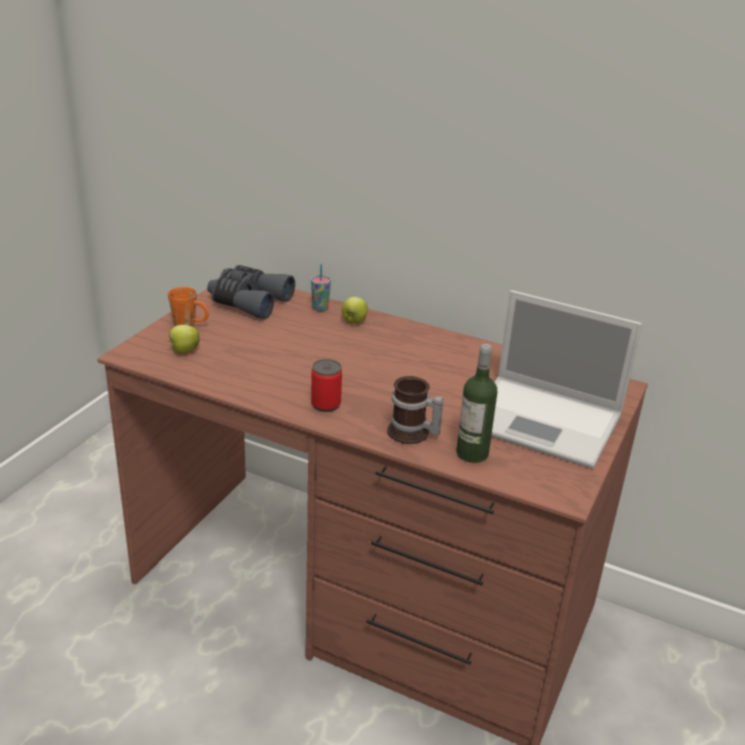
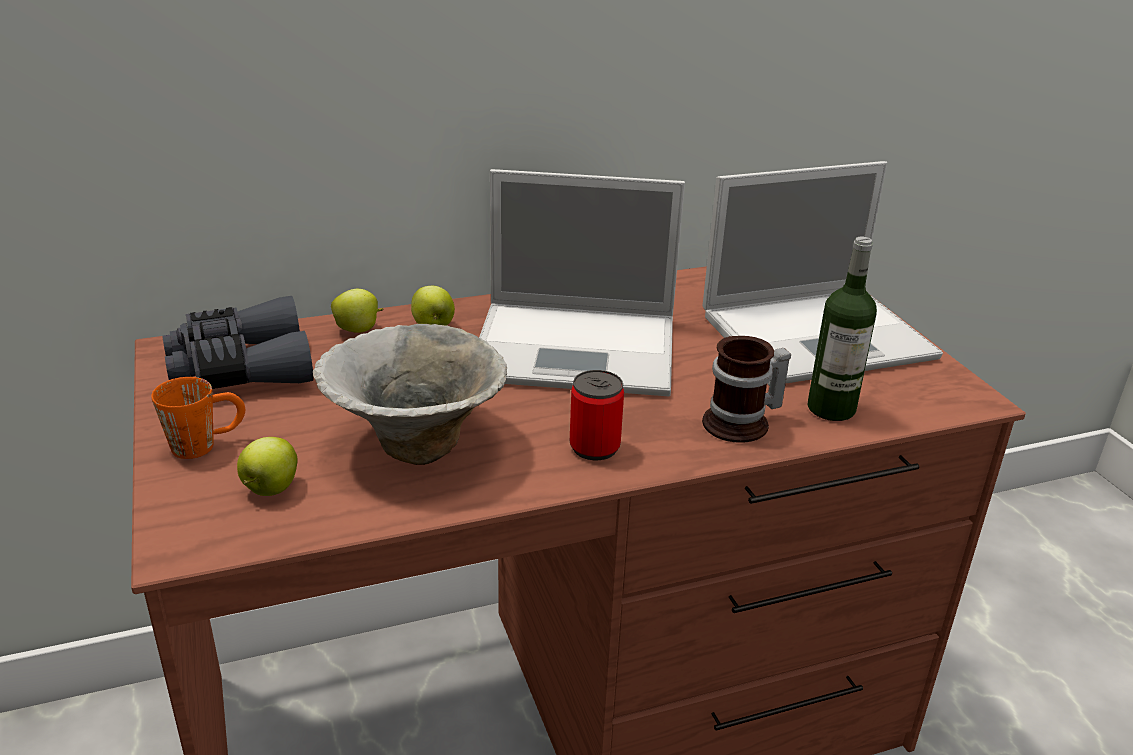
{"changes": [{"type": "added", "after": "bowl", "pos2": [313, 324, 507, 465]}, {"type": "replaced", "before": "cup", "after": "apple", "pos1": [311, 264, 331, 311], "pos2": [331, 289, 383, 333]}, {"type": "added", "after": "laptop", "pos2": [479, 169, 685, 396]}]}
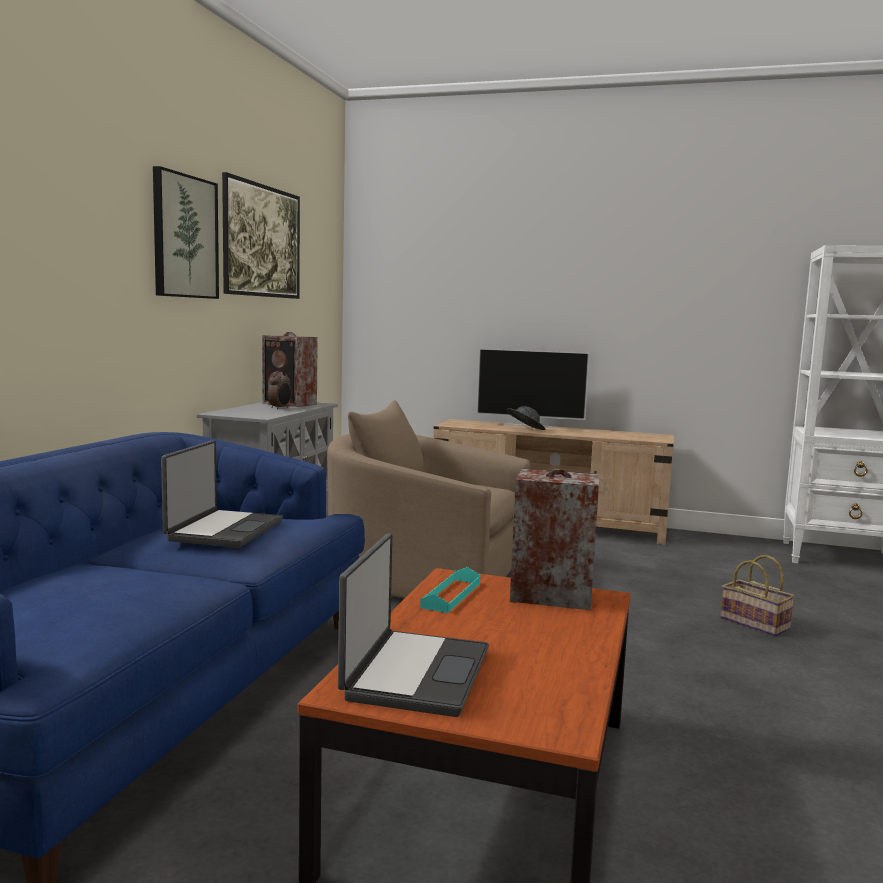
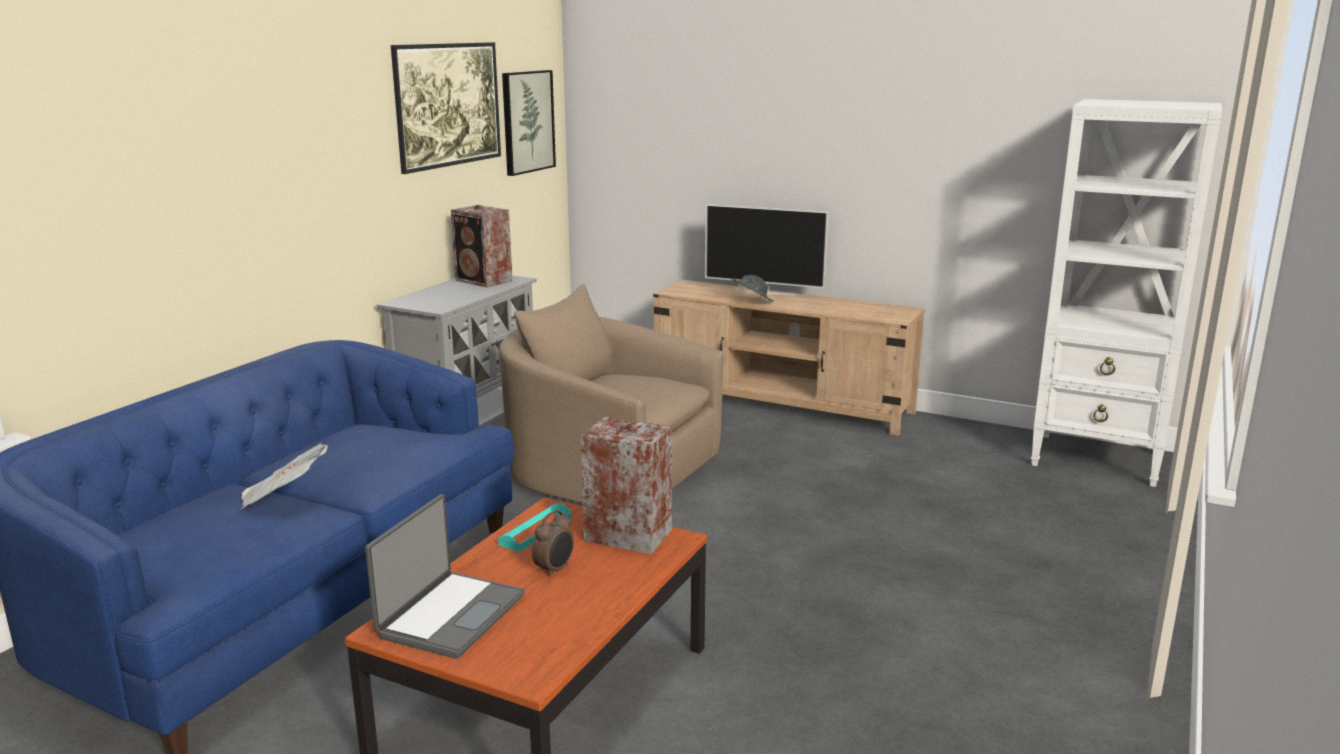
{"changes": [{"type": "added", "after": "newspaper", "pos2": [241, 443, 328, 509]}, {"type": "moved", "before": "picture", "pos1": [153, 166, 219, 299], "pos2": [502, 70, 556, 176]}, {"type": "moved", "before": "alarm clock", "pos1": [267, 371, 291, 409], "pos2": [532, 510, 574, 577]}, {"type": "removed", "before": "laptop", "pos1": [161, 440, 282, 548]}, {"type": "removed", "before": "basket", "pos1": [721, 555, 795, 636]}]}
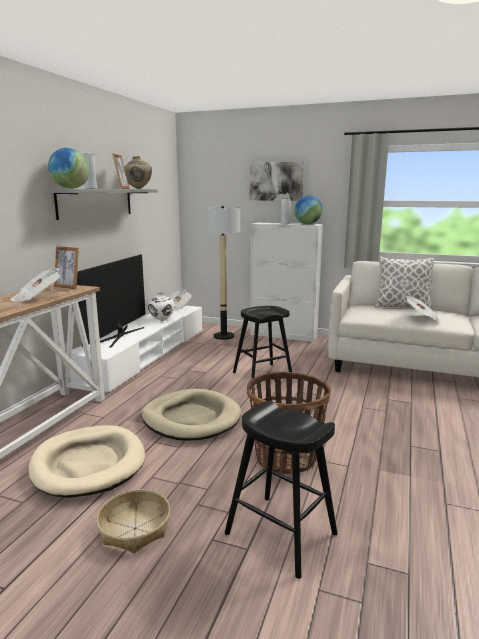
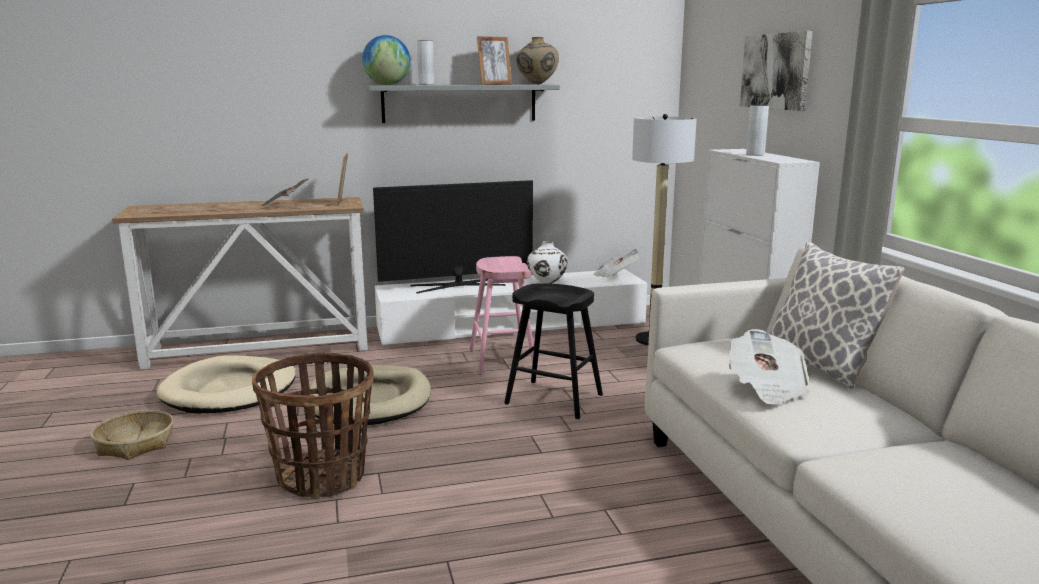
{"changes": [{"type": "added", "after": "pink stool", "pos2": [469, 256, 538, 375]}, {"type": "removed", "before": "black stool", "pos1": [225, 401, 337, 579]}, {"type": "removed", "before": "globe", "pos1": [294, 195, 323, 224]}]}
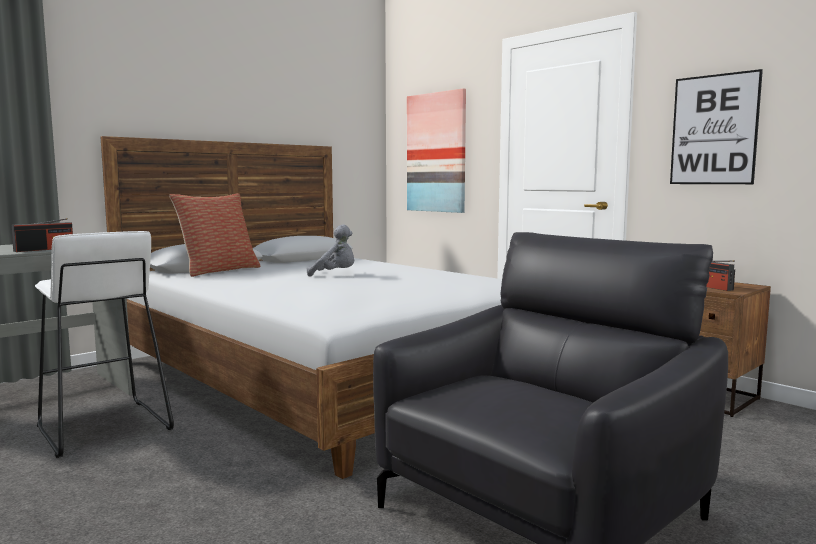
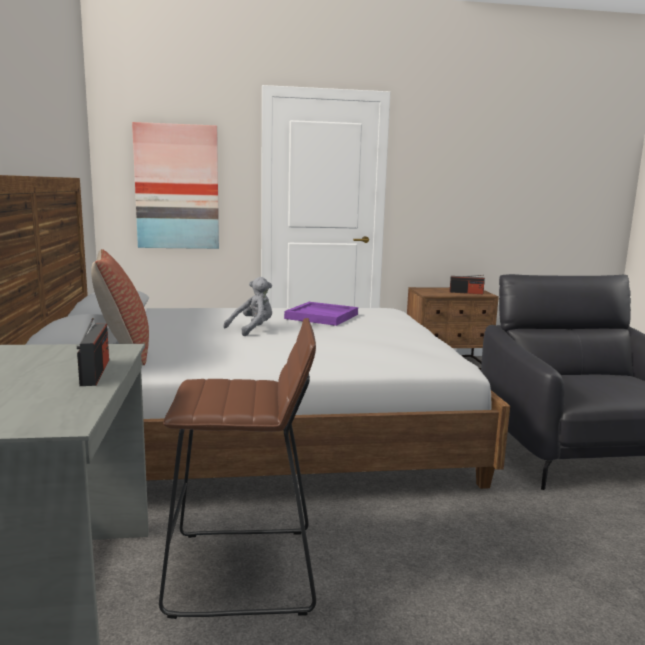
{"changes": [{"type": "recoloured", "before": "white stool", "after": "brown stool", "pos1": [35, 231, 174, 458], "pos2": [159, 318, 316, 619]}, {"type": "added", "after": "purple tray", "pos2": [284, 302, 358, 326]}, {"type": "removed", "before": "picture", "pos1": [670, 69, 763, 184]}]}
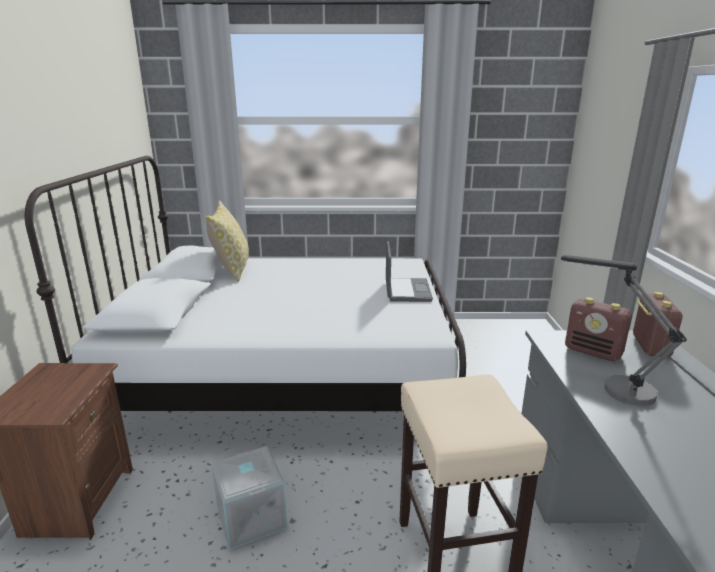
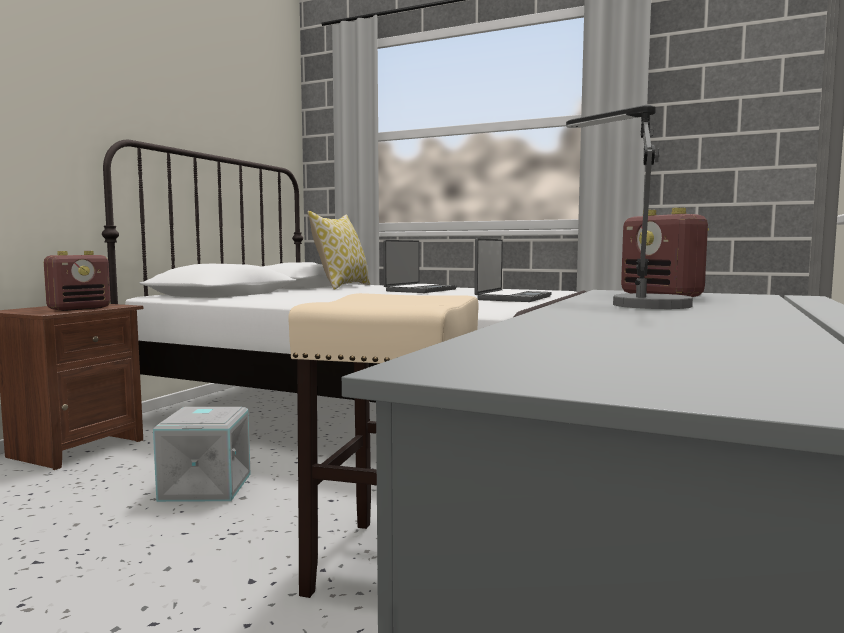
{"changes": [{"type": "moved", "before": "radio", "pos1": [633, 292, 682, 358], "pos2": [44, 251, 111, 311]}, {"type": "added", "after": "laptop", "pos2": [383, 240, 457, 293]}]}
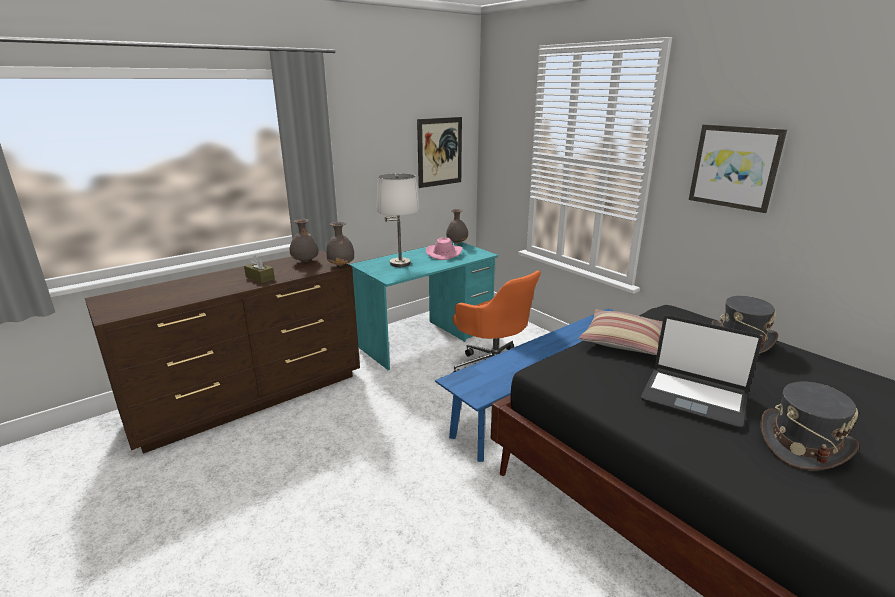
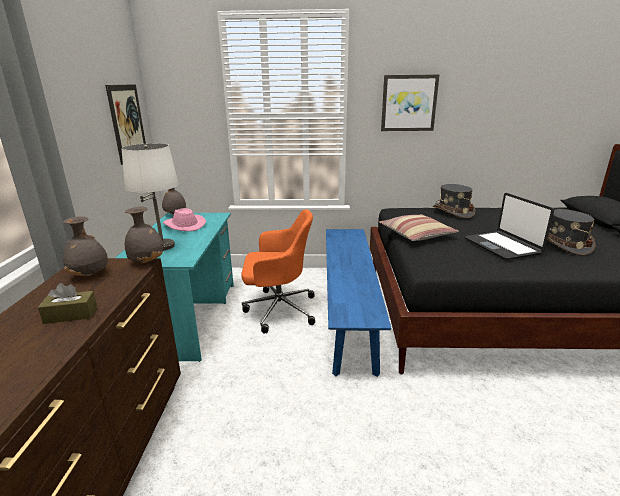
{"changes": [{"type": "turned", "before": "laptop", "pos1": [641, 315, 763, 429], "pos2": [465, 193, 554, 260], "turn": 90}]}
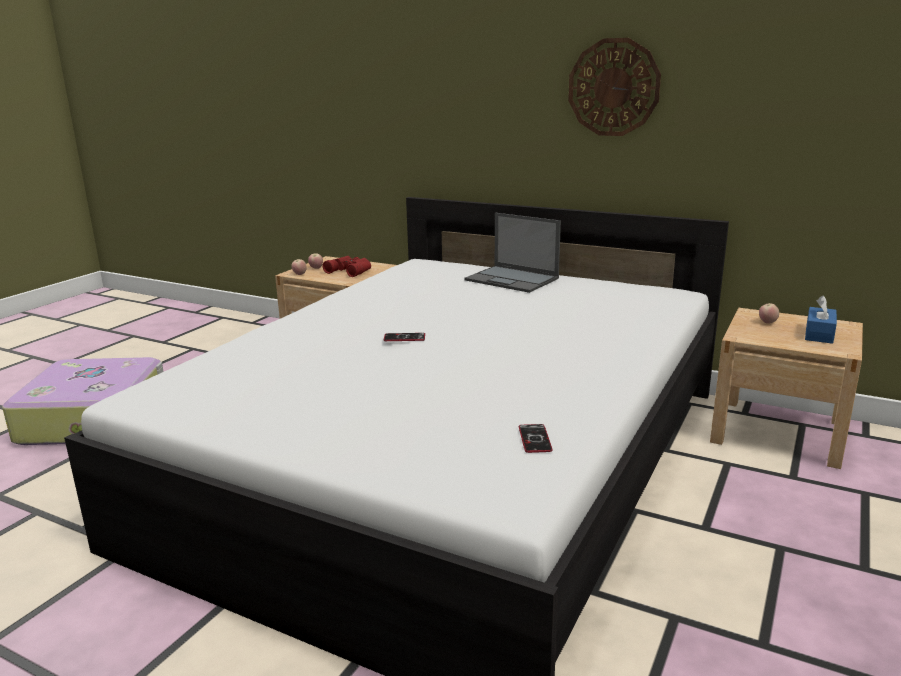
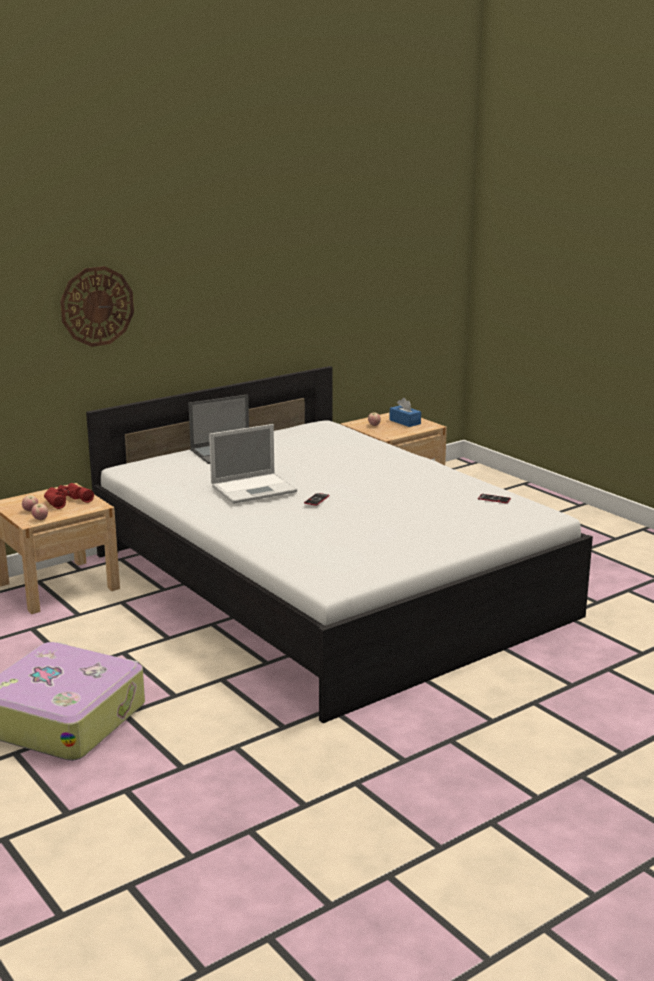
{"changes": [{"type": "moved", "before": "wall clock", "pos1": [568, 38, 661, 136], "pos2": [60, 266, 134, 347]}, {"type": "added", "after": "laptop", "pos2": [209, 424, 297, 504]}]}
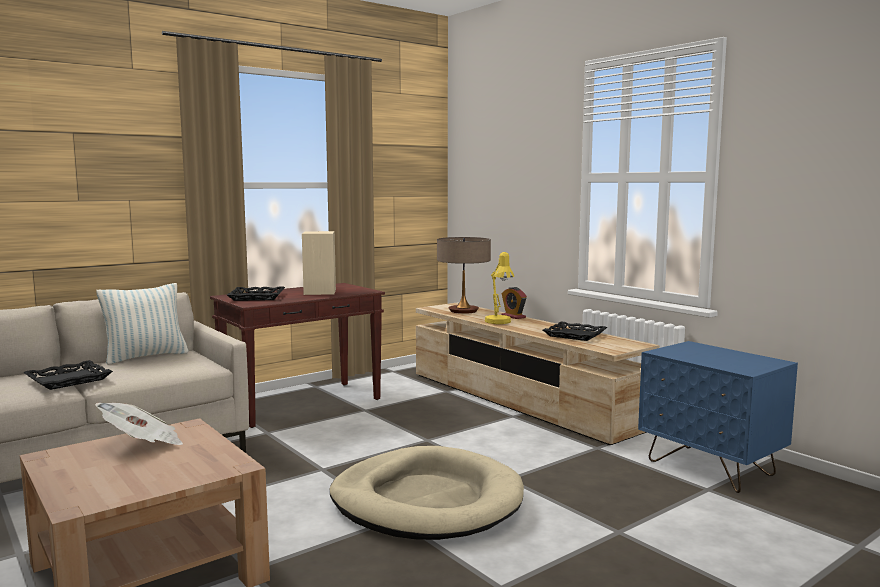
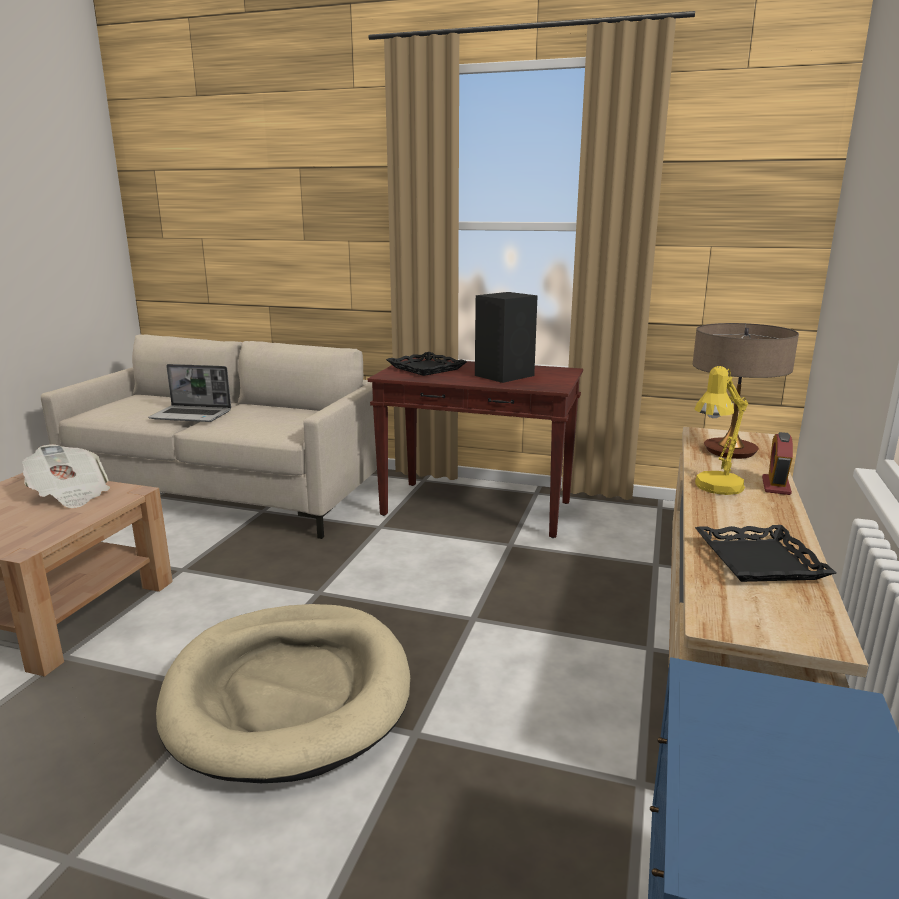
{"changes": [{"type": "replaced", "before": "black tray", "after": "laptop", "pos1": [24, 360, 113, 390], "pos2": [148, 364, 231, 422]}, {"type": "recoloured", "before": "beige speaker", "after": "black speaker", "pos1": [302, 231, 336, 295], "pos2": [475, 292, 538, 383]}, {"type": "removed", "before": "pillow", "pos1": [97, 283, 189, 365]}]}
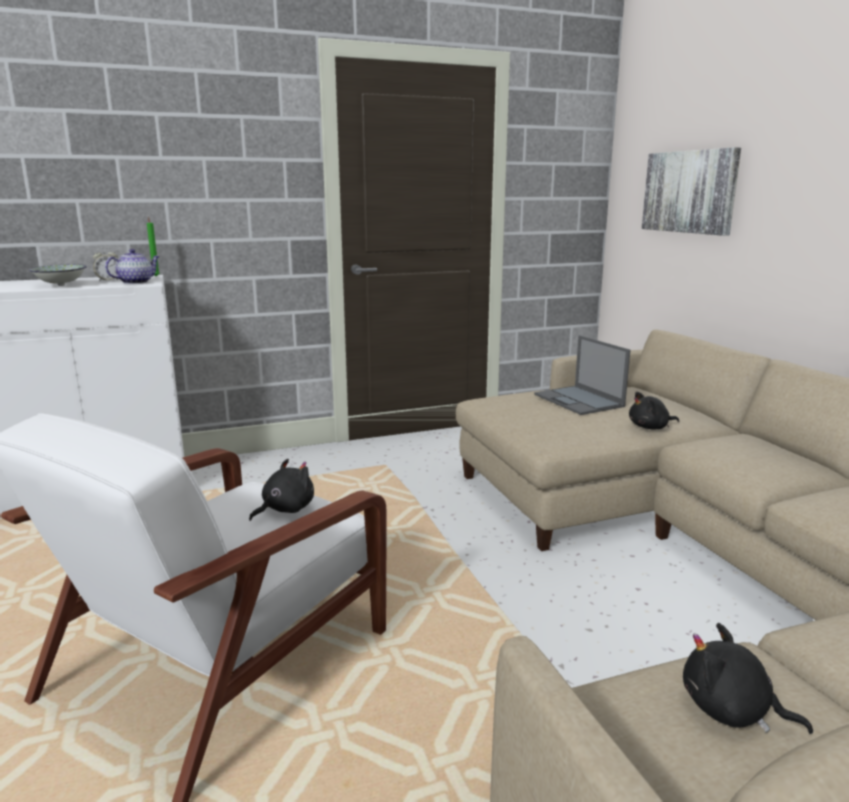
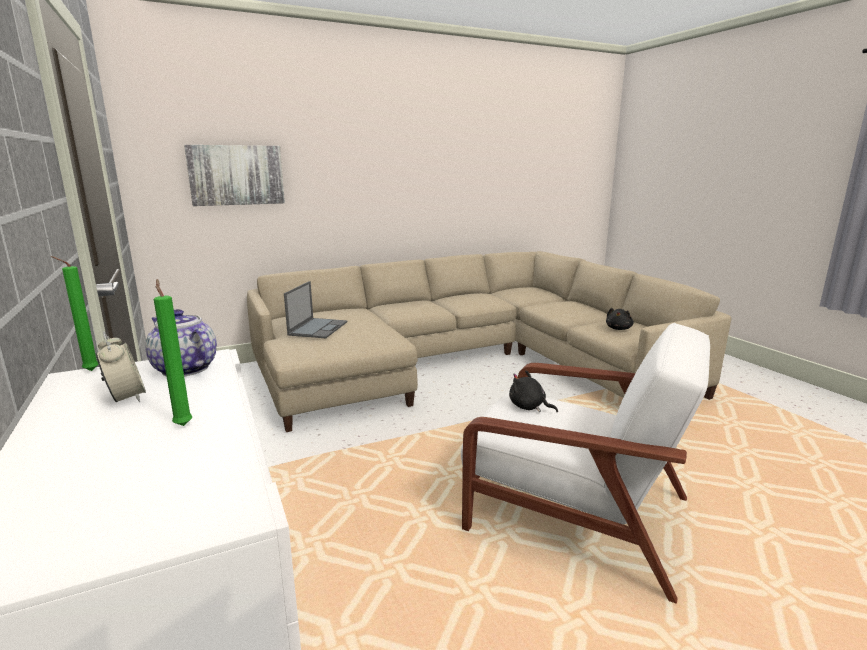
{"changes": [{"type": "replaced", "before": "bowl", "after": "green candle", "pos1": [29, 264, 87, 286], "pos2": [154, 279, 193, 426]}, {"type": "turned", "before": "laptop", "pos1": [534, 335, 630, 415], "pos2": [284, 281, 347, 338], "turn": -45}, {"type": "removed", "before": "black plush toy", "pos1": [629, 392, 679, 430]}]}
